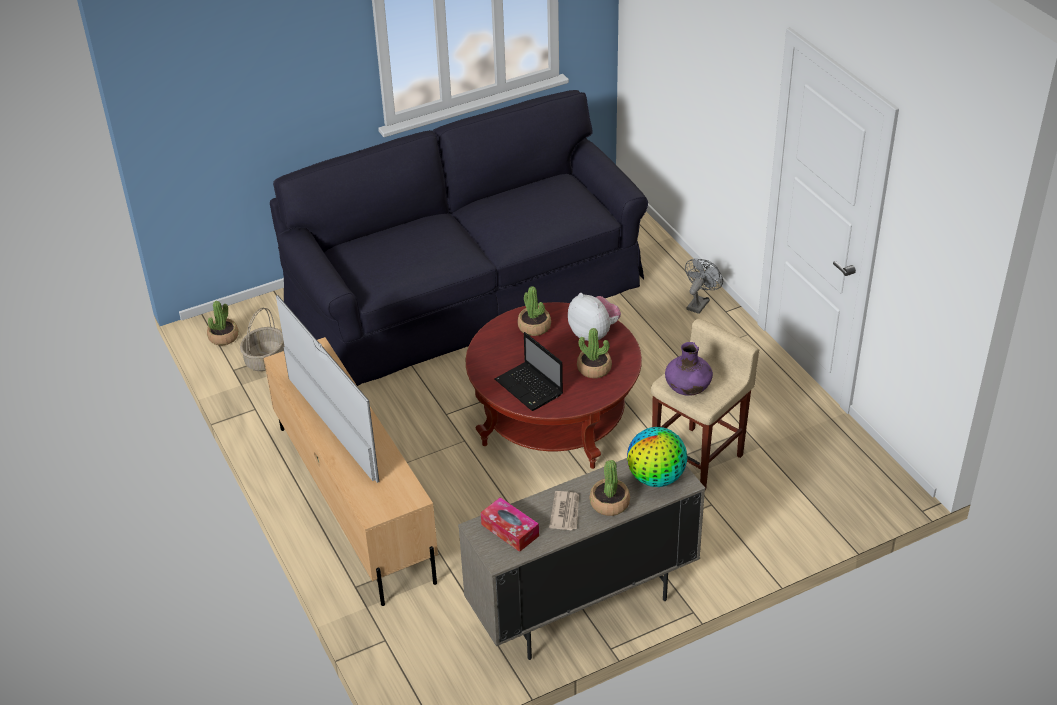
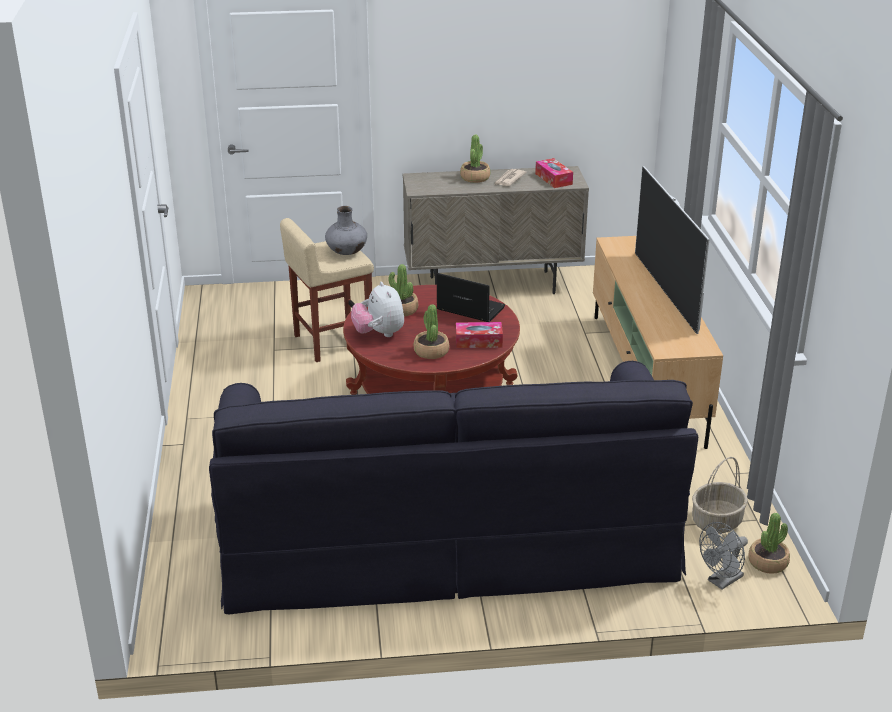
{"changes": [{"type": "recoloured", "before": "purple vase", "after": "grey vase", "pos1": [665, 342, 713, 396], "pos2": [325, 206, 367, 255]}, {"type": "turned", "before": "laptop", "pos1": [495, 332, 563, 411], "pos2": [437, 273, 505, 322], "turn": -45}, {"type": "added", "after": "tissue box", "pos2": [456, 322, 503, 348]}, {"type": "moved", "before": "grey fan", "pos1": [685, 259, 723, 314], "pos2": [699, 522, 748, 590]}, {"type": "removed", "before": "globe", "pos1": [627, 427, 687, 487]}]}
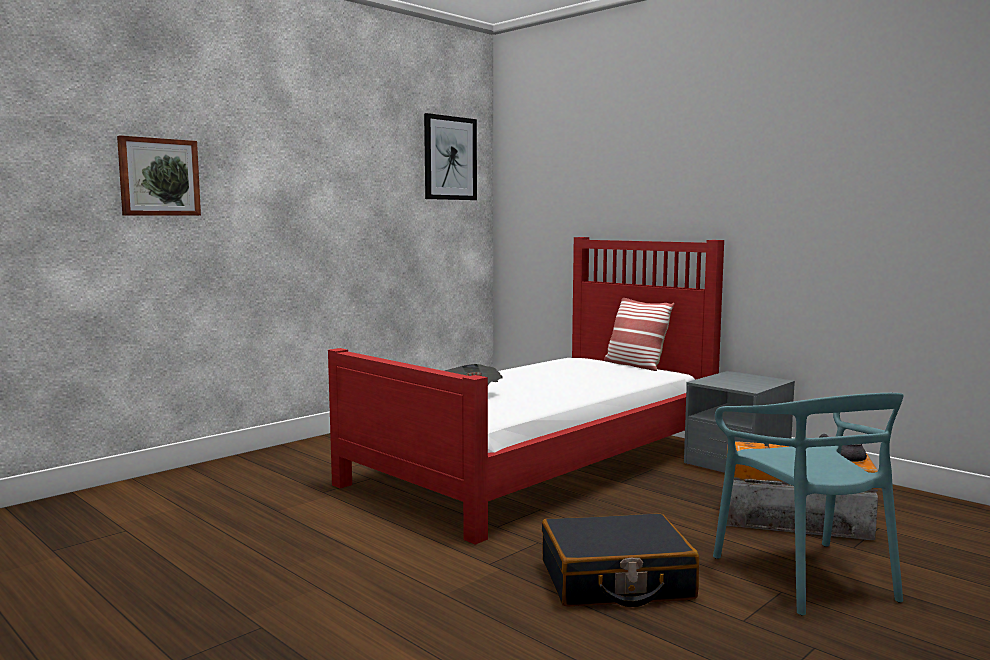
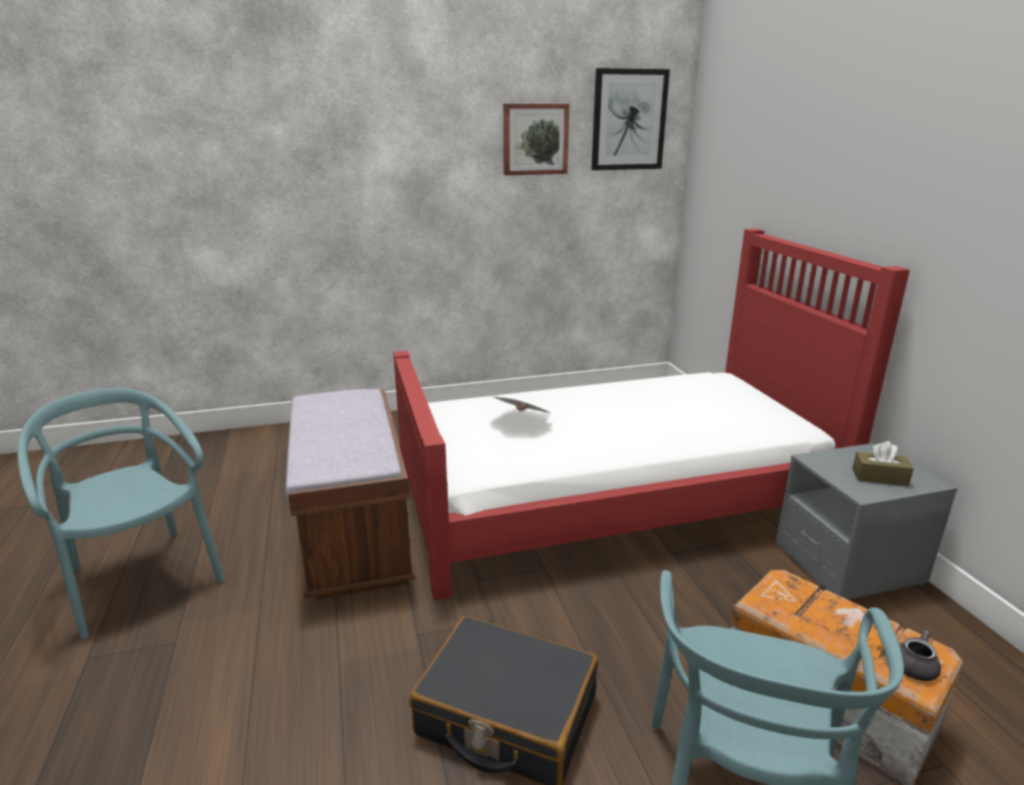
{"changes": [{"type": "added", "after": "turquoise chair", "pos2": [18, 388, 224, 639]}, {"type": "added", "after": "brown bench", "pos2": [286, 389, 415, 600]}, {"type": "moved", "before": "picture", "pos1": [117, 135, 201, 216], "pos2": [503, 104, 570, 175]}, {"type": "added", "after": "brown tissue box", "pos2": [852, 441, 914, 486]}, {"type": "removed", "before": "pillow", "pos1": [604, 298, 674, 371]}]}
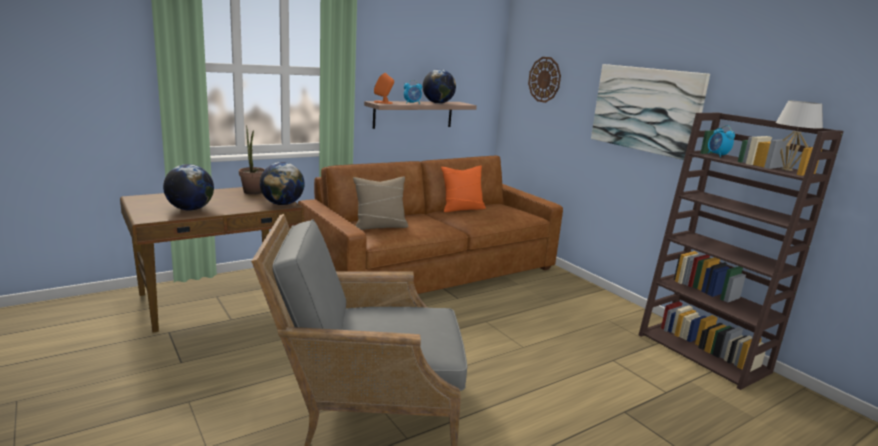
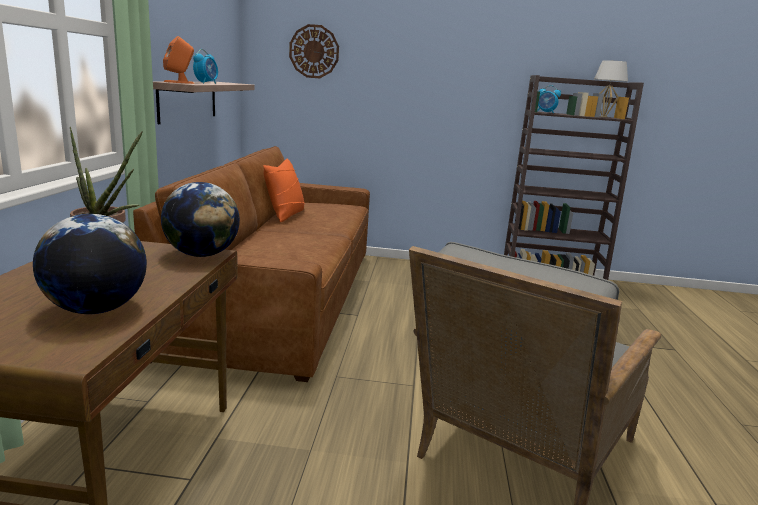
{"changes": [{"type": "removed", "before": "beige pillow", "pos1": [353, 176, 409, 230]}, {"type": "removed", "before": "globe", "pos1": [423, 69, 456, 104]}, {"type": "removed", "before": "picture", "pos1": [591, 64, 710, 160]}]}
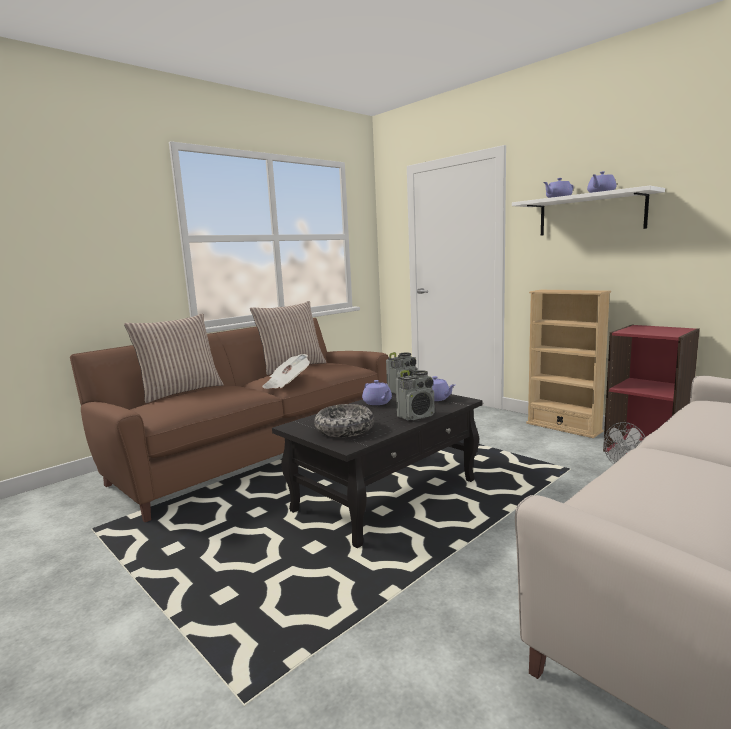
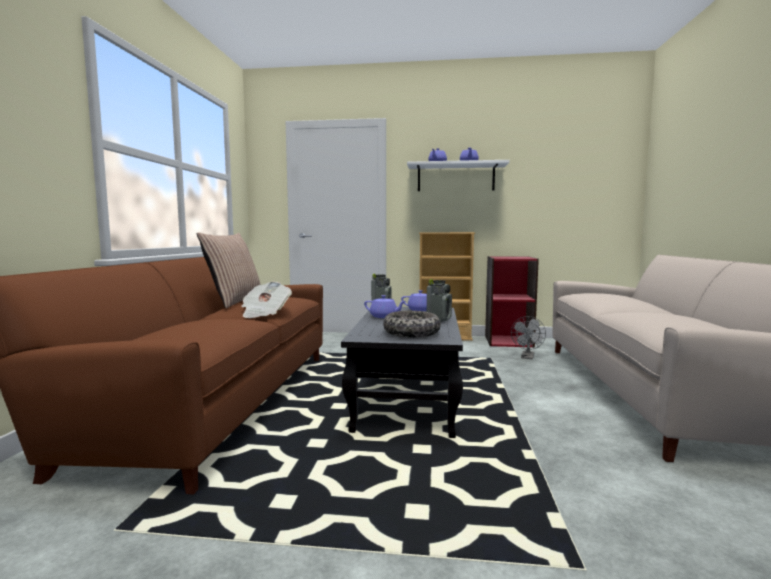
{"changes": [{"type": "removed", "before": "pillow", "pos1": [124, 313, 224, 403]}]}
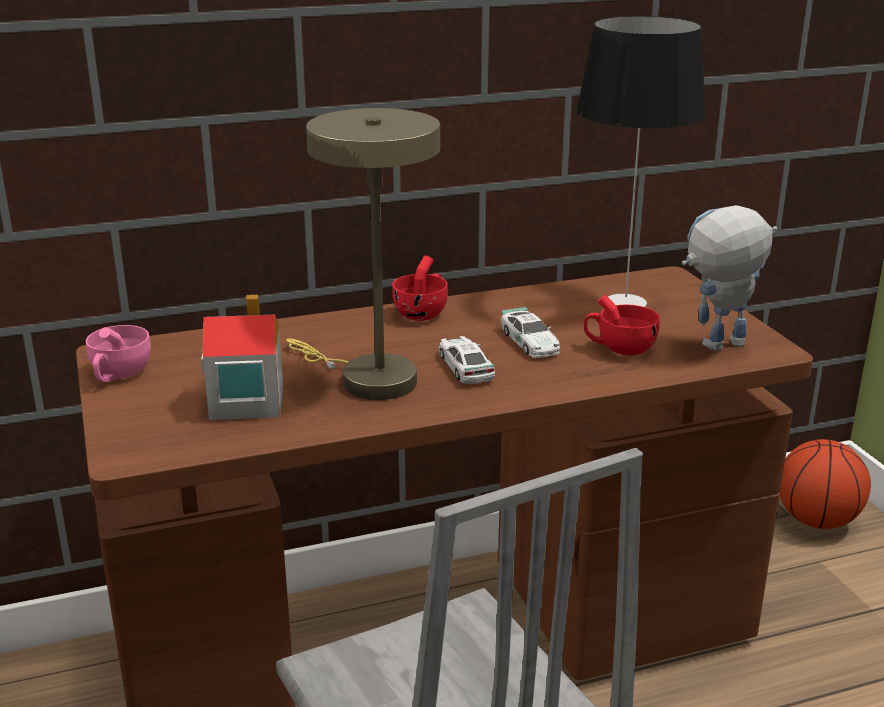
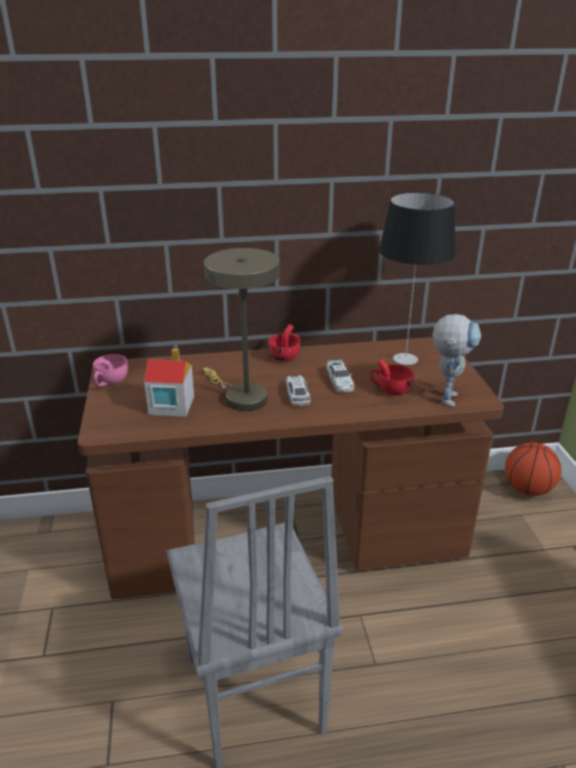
{"changes": [{"type": "turned", "before": "toy robot", "pos1": [682, 205, 777, 351], "pos2": [432, 314, 481, 407], "turn": 120}]}
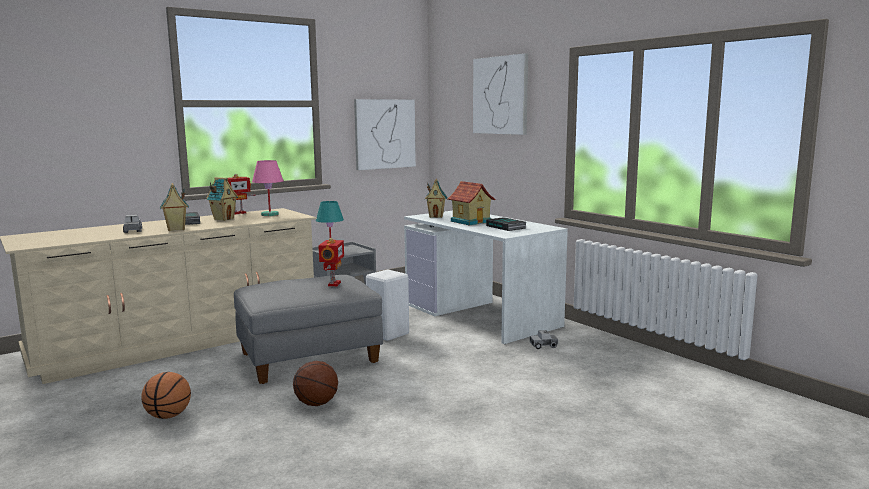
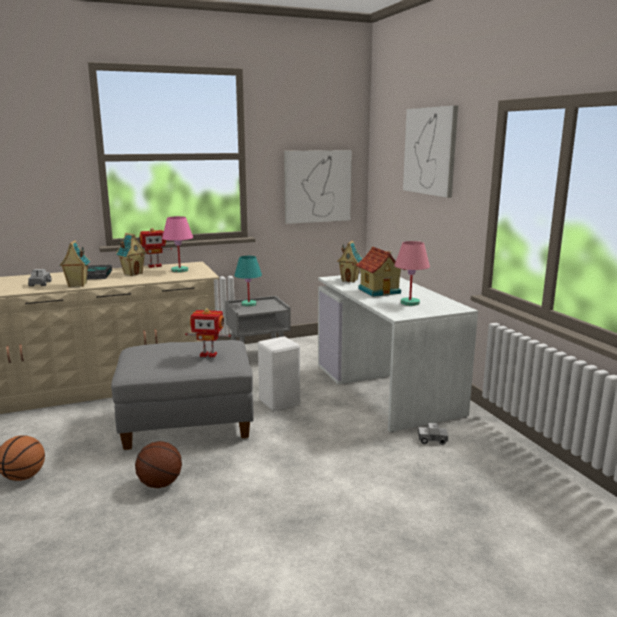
{"changes": [{"type": "turned", "before": "toy robot", "pos1": [318, 238, 344, 286], "pos2": [185, 308, 231, 357], "turn": 75}, {"type": "replaced", "before": "book", "after": "pink table lamp", "pos1": [486, 217, 526, 231], "pos2": [394, 241, 430, 306]}]}
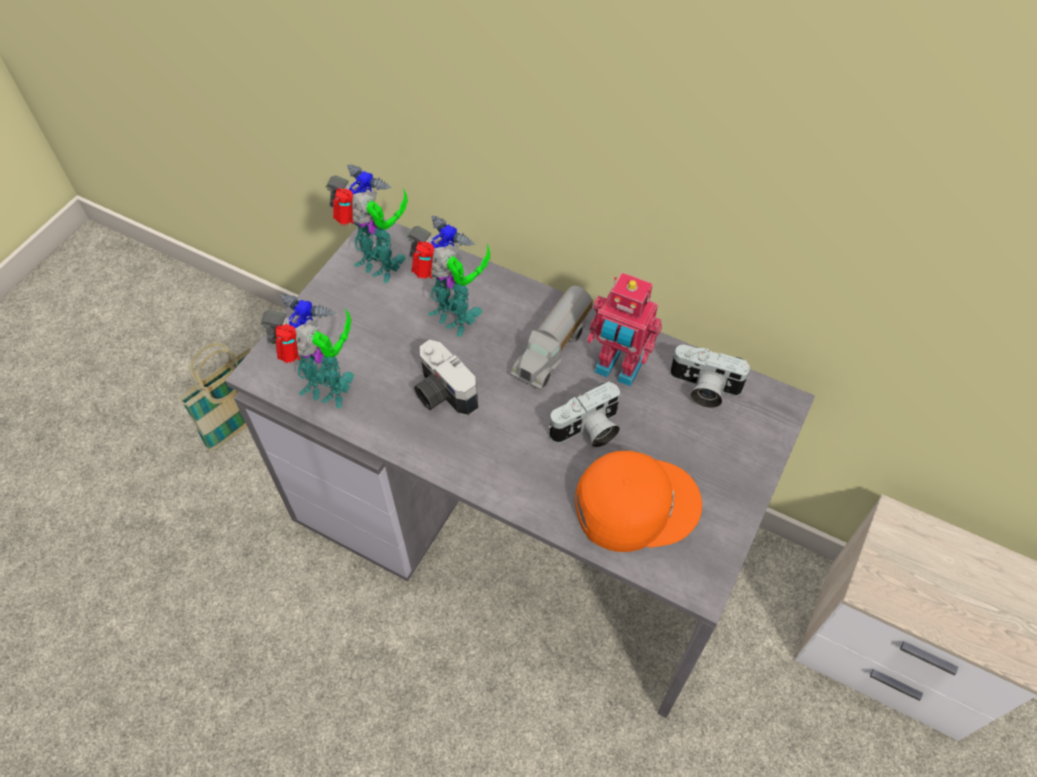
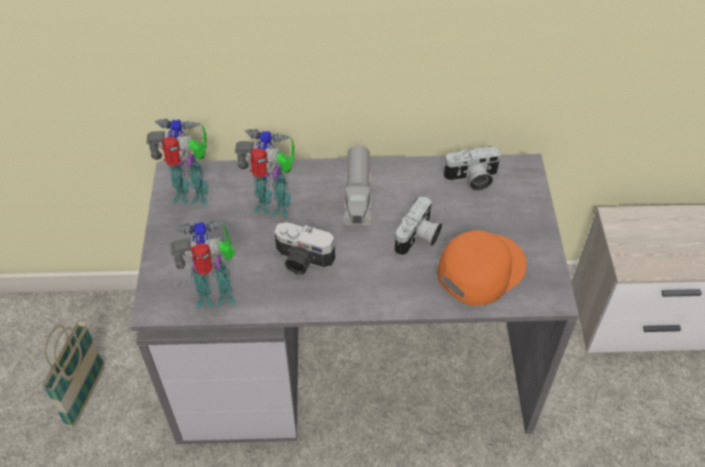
{"changes": [{"type": "removed", "before": "toy robot", "pos1": [587, 273, 662, 387]}]}
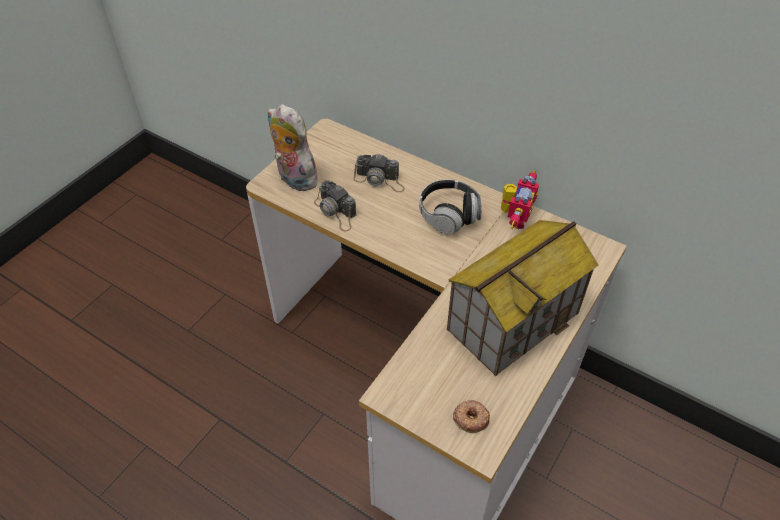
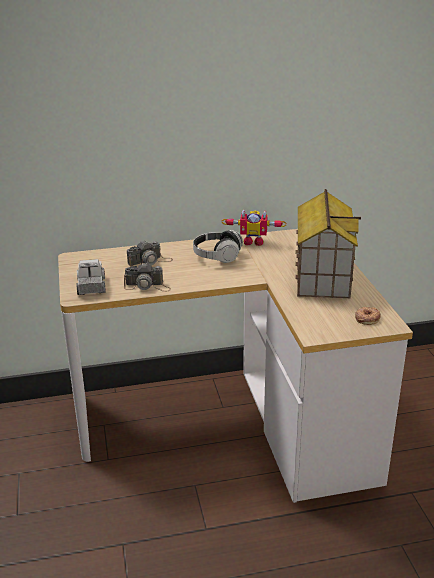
{"changes": [{"type": "replaced", "before": "plush toy", "after": "toy truck", "pos1": [267, 104, 318, 191], "pos2": [77, 259, 106, 295]}, {"type": "turned", "before": "toy robot", "pos1": [501, 170, 539, 230], "pos2": [222, 210, 287, 246], "turn": 120}]}
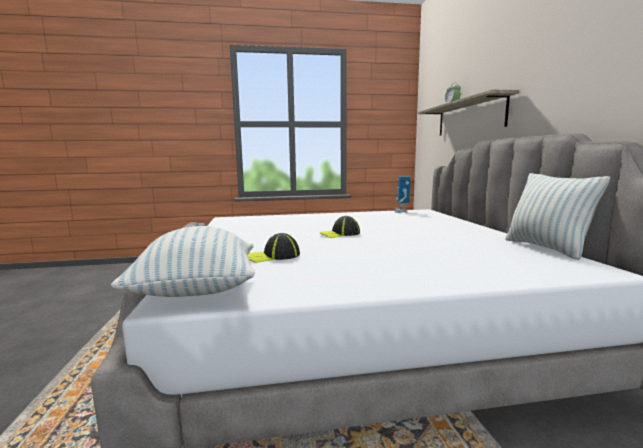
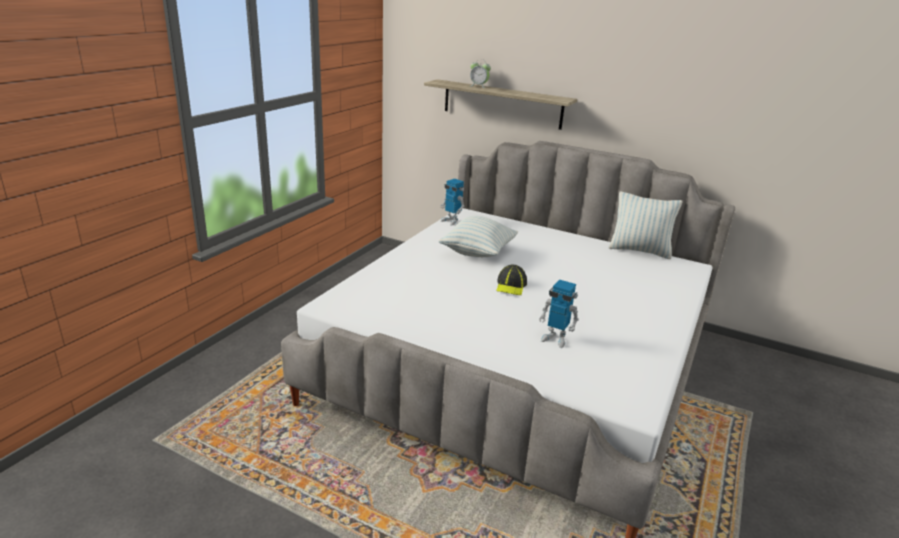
{"changes": [{"type": "moved", "before": "pillow", "pos1": [111, 226, 255, 297], "pos2": [439, 216, 518, 257]}, {"type": "replaced", "before": "cap", "after": "toy robot", "pos1": [248, 233, 300, 263], "pos2": [539, 279, 579, 348]}]}
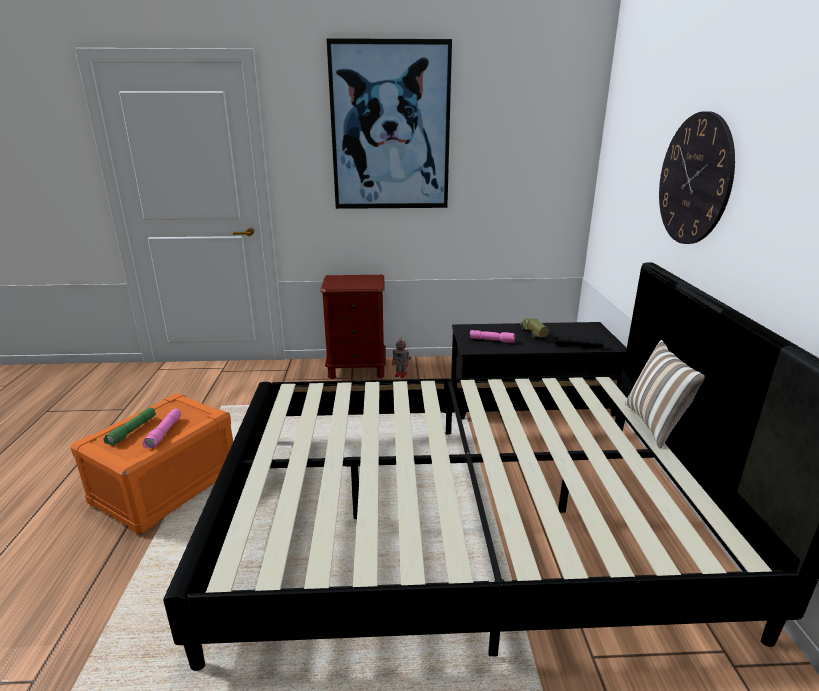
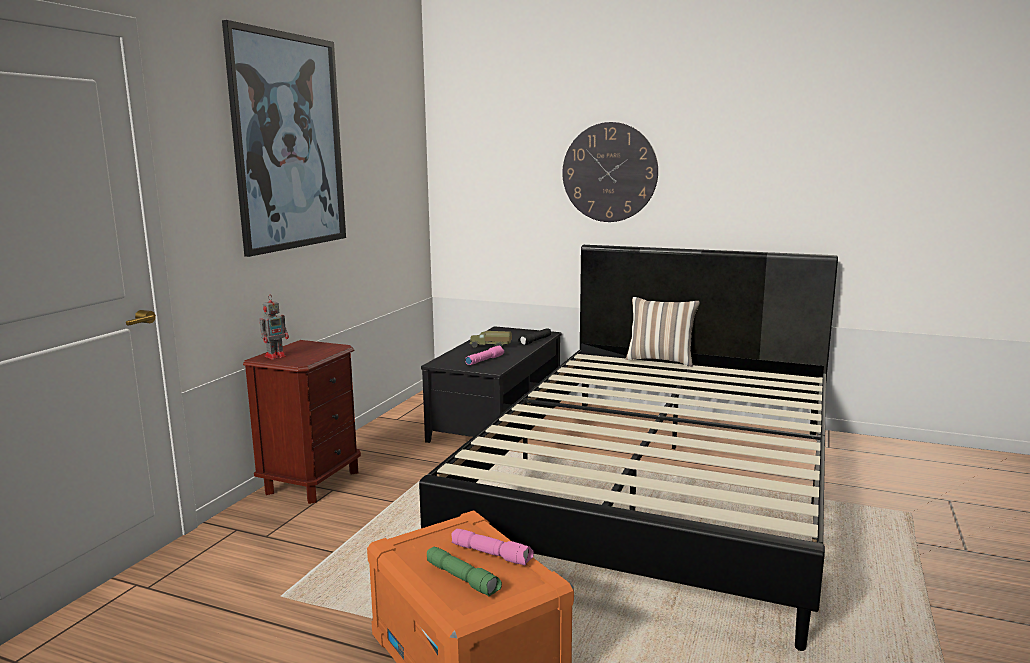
{"changes": [{"type": "moved", "before": "toy robot", "pos1": [392, 337, 411, 378], "pos2": [259, 296, 289, 360]}]}
